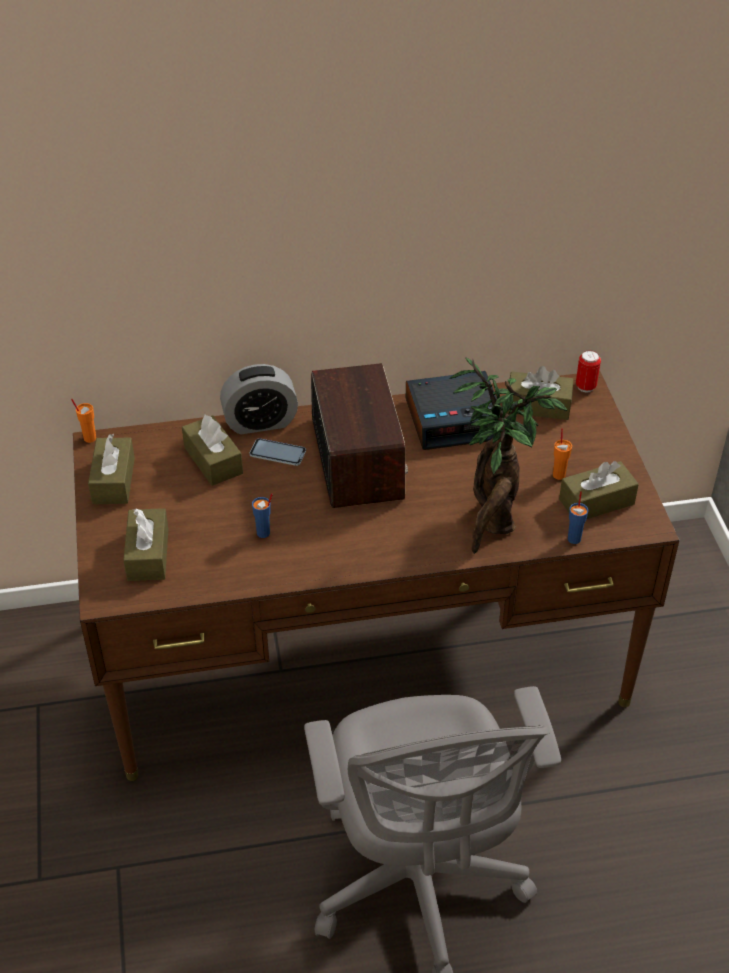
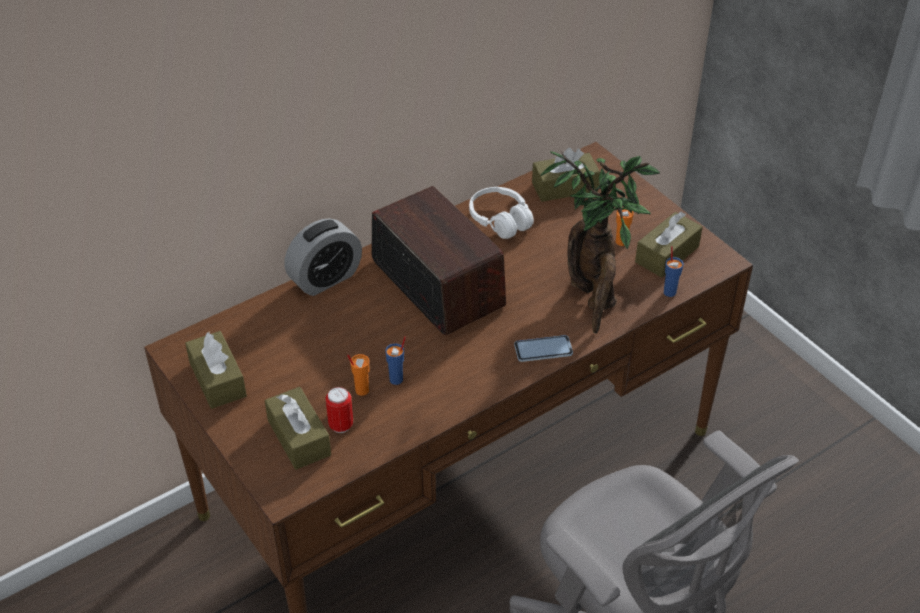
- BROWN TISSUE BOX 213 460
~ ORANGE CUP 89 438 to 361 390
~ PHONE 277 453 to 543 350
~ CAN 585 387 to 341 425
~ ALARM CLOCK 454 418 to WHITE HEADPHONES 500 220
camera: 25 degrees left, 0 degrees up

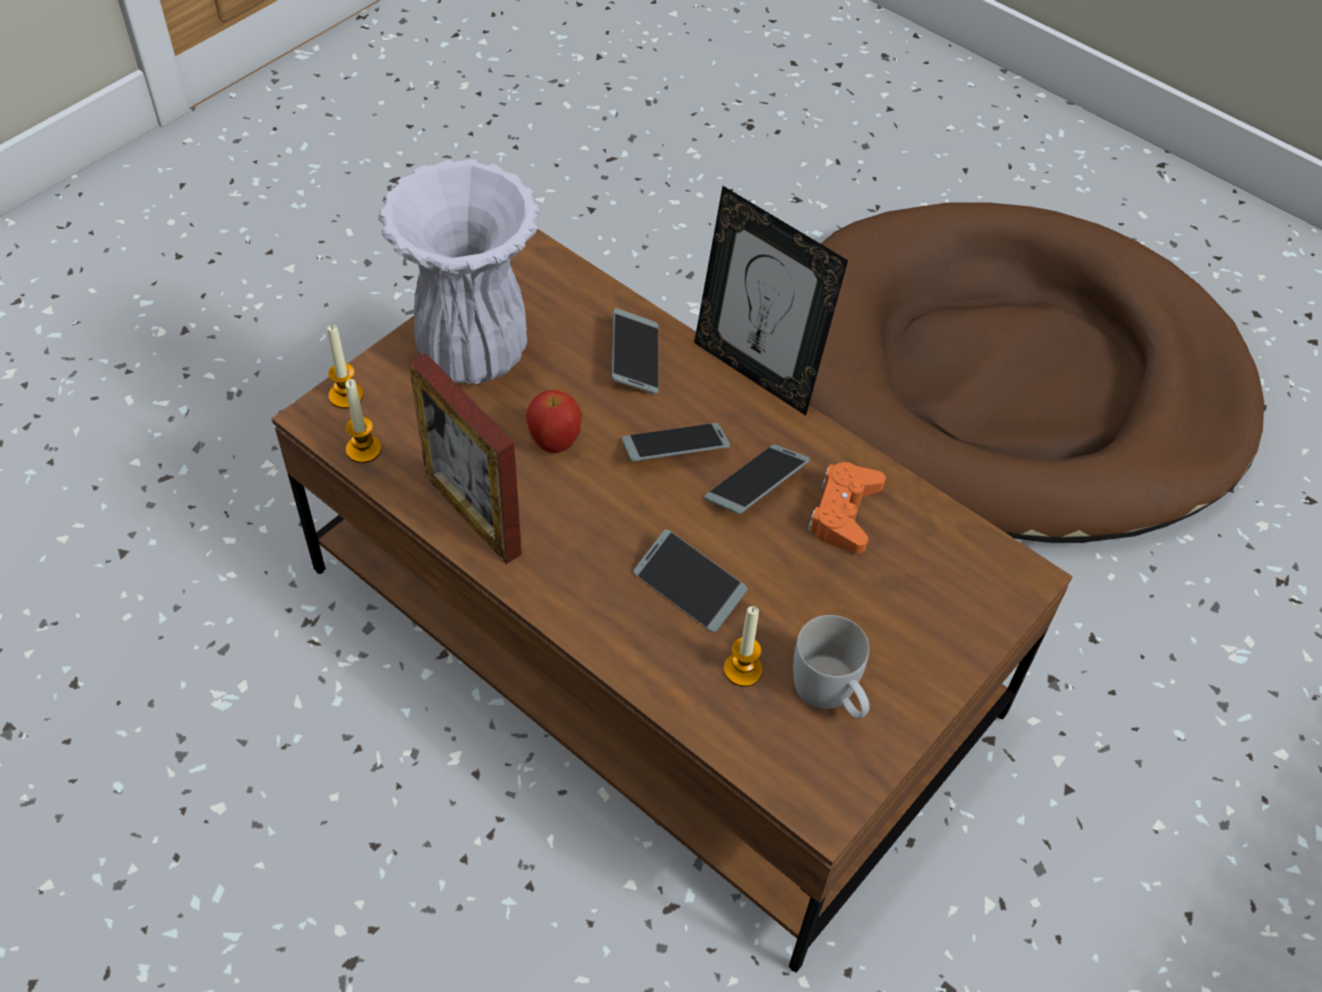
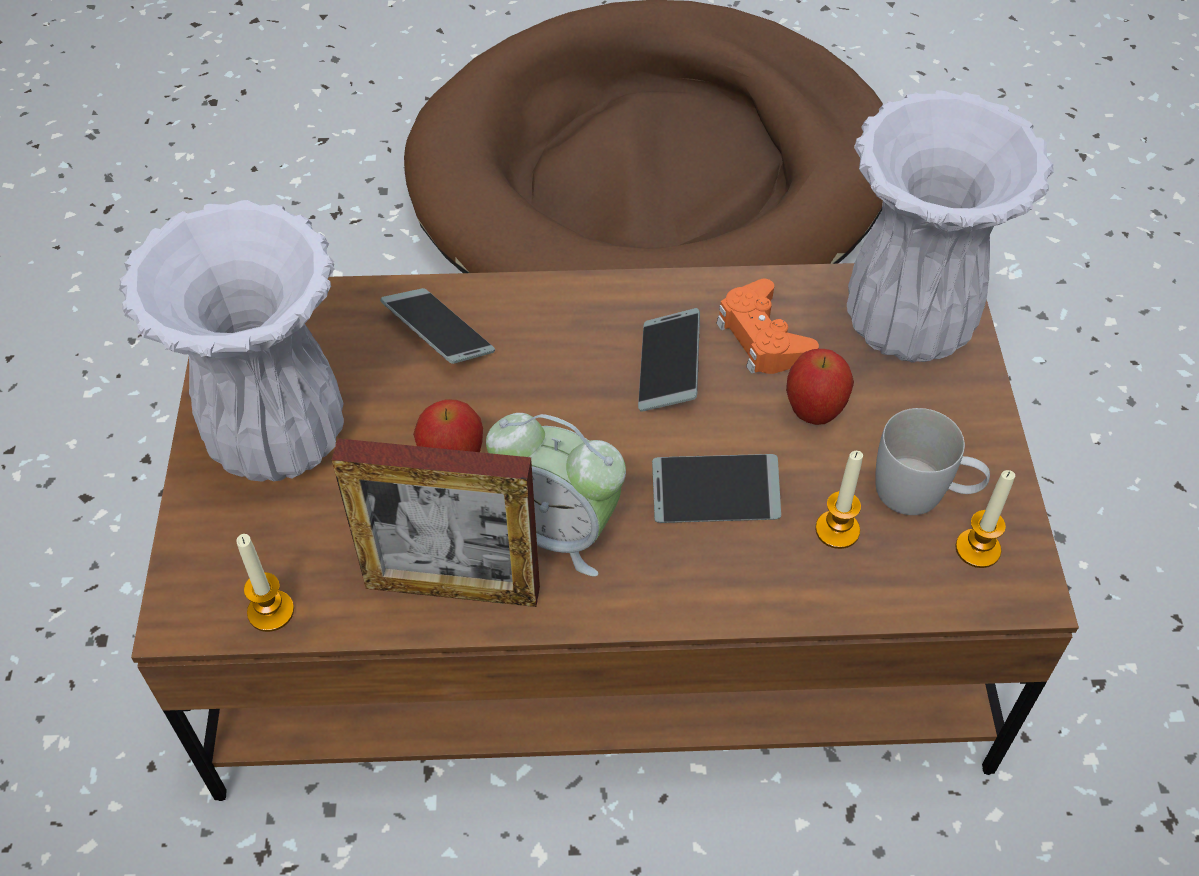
- PHONE 674 449
- PICTURE FRAME 756 372
+ ALARM CLOCK 556 531
+ APPLE 814 412
+ WHITE VASE 906 324
~ CANDLE 346 396 to 977 549
camera: 40 degrees left, 0 degrees up

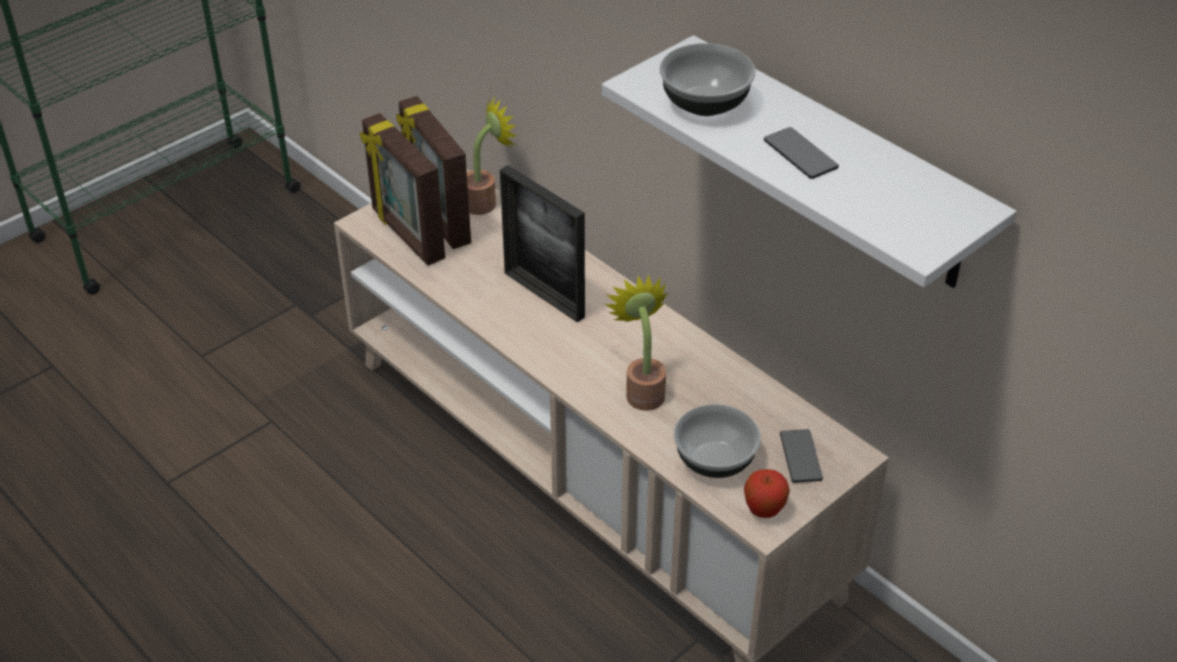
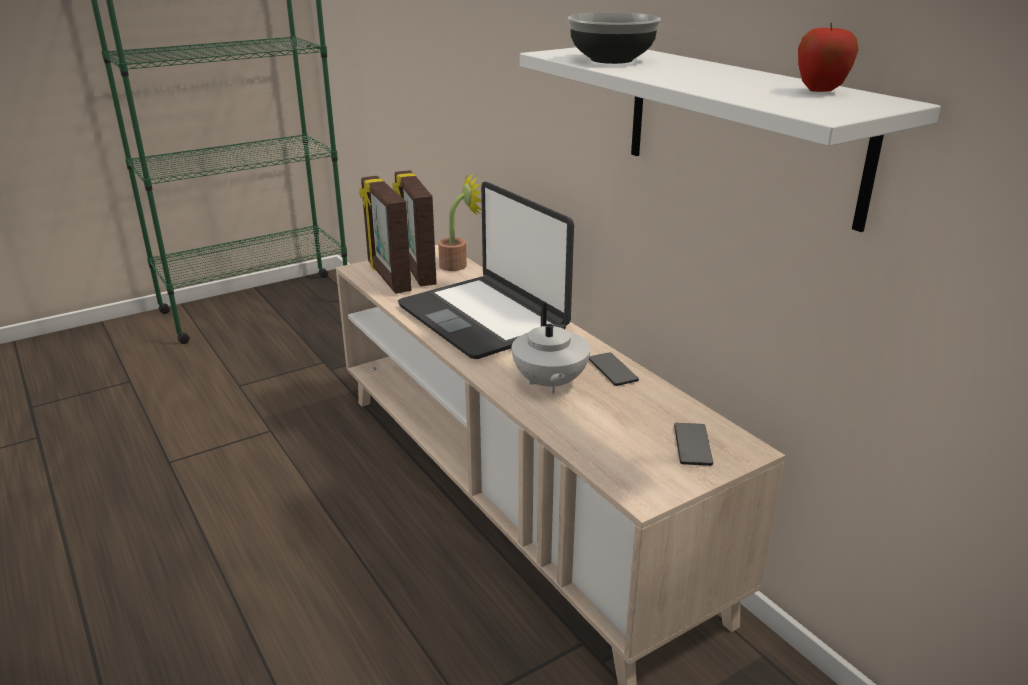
- BOWL 715 461
~ APPLE 764 511 to 820 91
~ PHONE 800 154 to 612 370
~ PICTURE FRAME 544 295 to LAPTOP 483 317
~ POTTED PLANT 642 390 to WHITE TEAPOT 549 383
camera: 10 degrees right, 15 degrees down

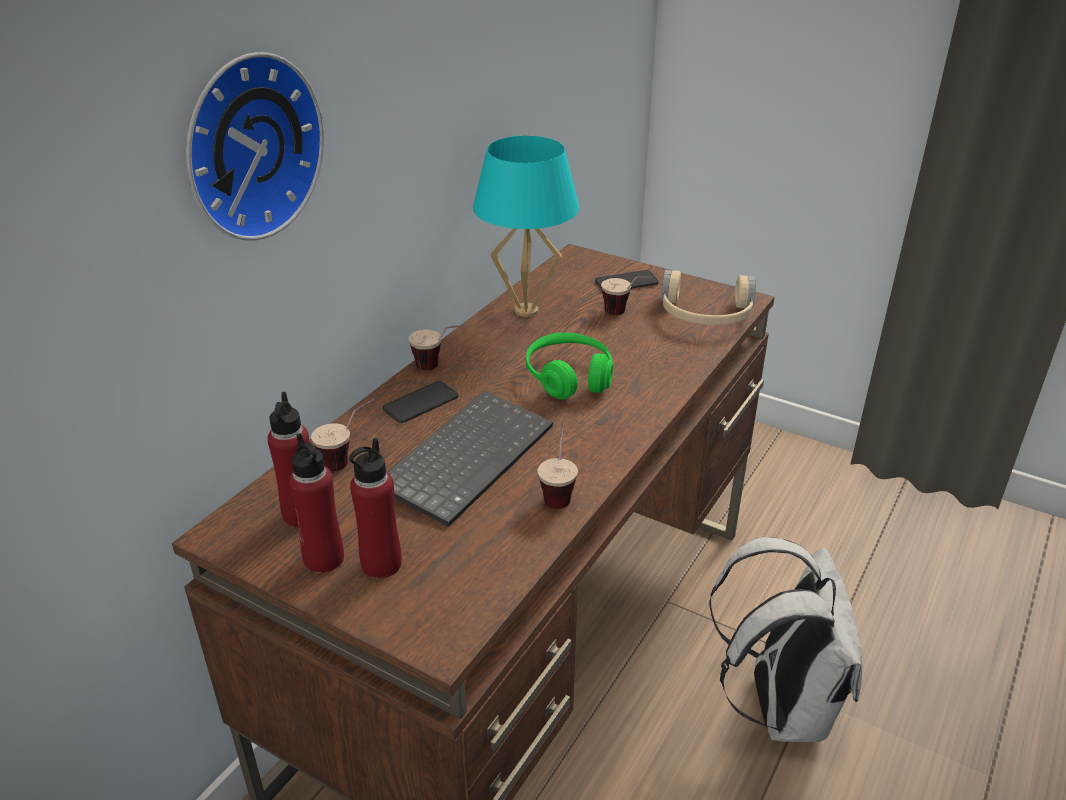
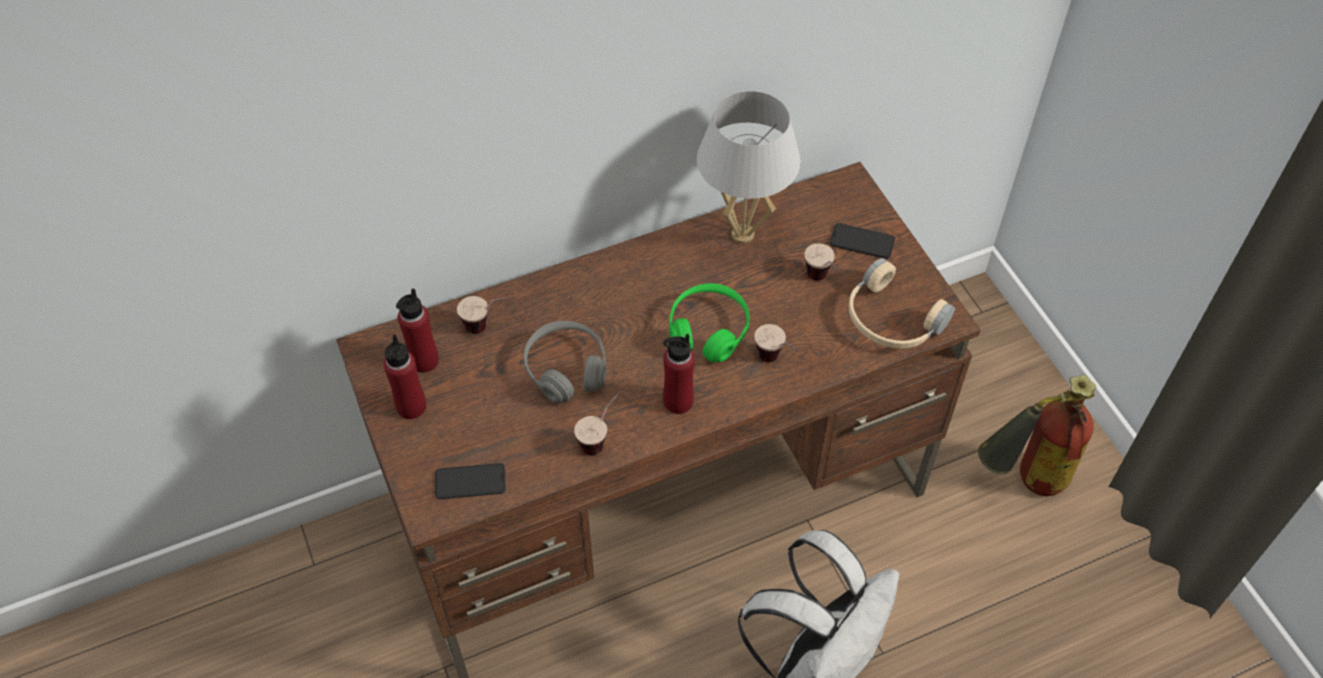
- WALL CLOCK 248 146
+ FIRE EXTINGUISHER 1022 481
~ RED BOTTLE 381 564 to 678 401
~ PHONE 420 403 to 470 482
~ CUP 439 367 to 776 362
~ KEYBOARD 466 456 to GREY HEADPHONES 566 369
~ TURQUOISE TABLE LAMP 526 310 to WHITE TABLE LAMP 743 234
camera: 35 degrees right, 20 degrees up

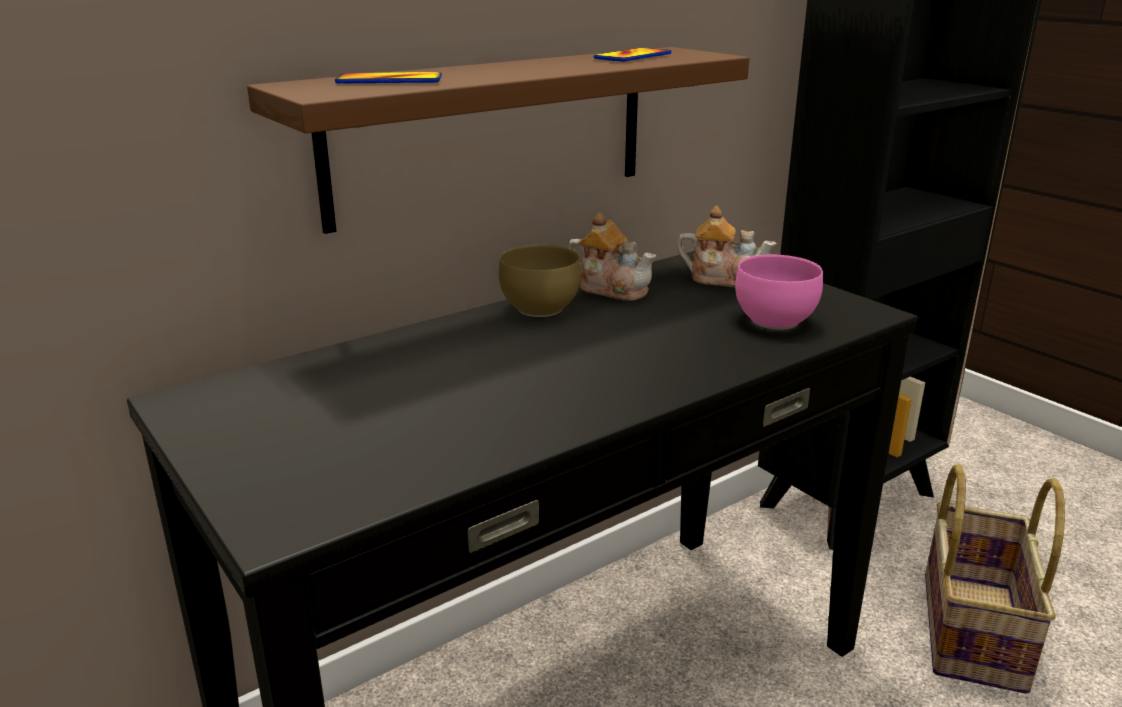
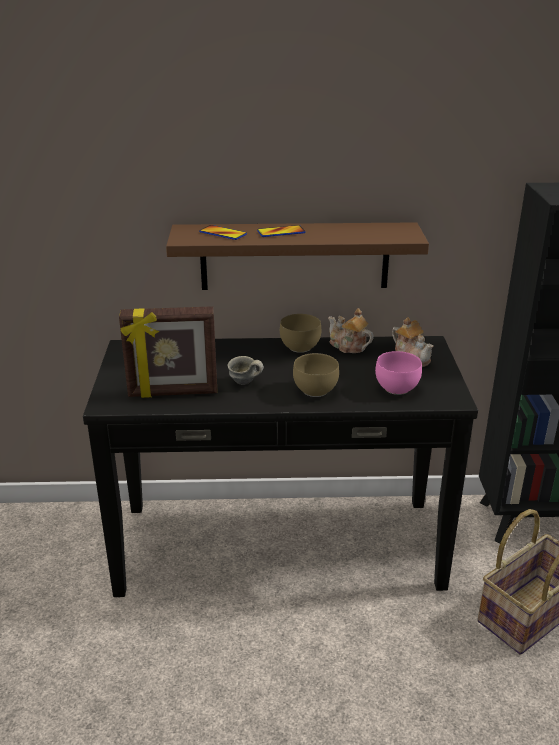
+ PICTURE FRAME 173 393
+ GREY MUG 244 384
+ BROWN BOWL 315 389
~ PHONE 633 57 to 281 232
~ TEAPOT 612 289 = 348 346 150 degrees clockwise
camera: 35 degrees right, 5 degrees up

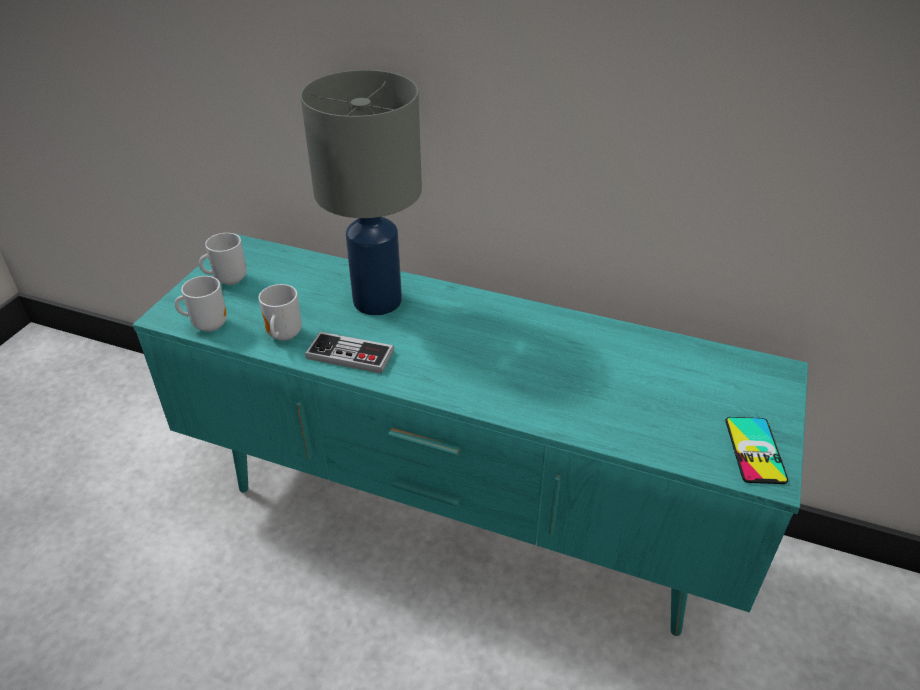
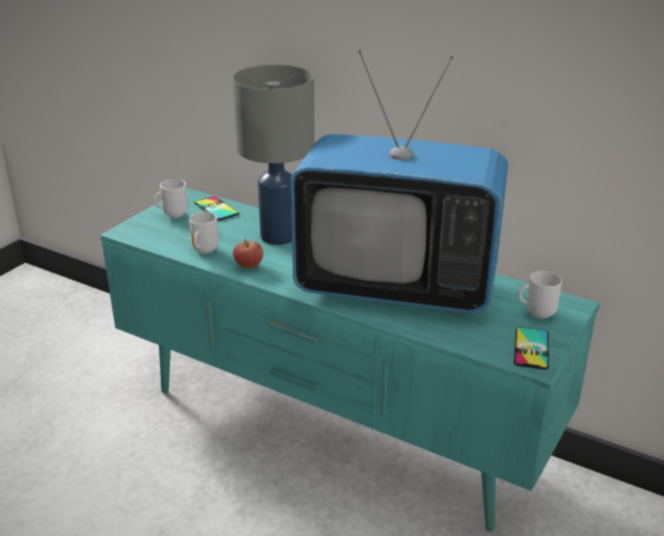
+ PHONE 216 209
+ TELEVISION 396 287
~ MUG 208 324 to 538 313
~ GAME CONTROLLER 350 355 to APPLE 249 266
camera: 10 degrees right, 10 degrees down

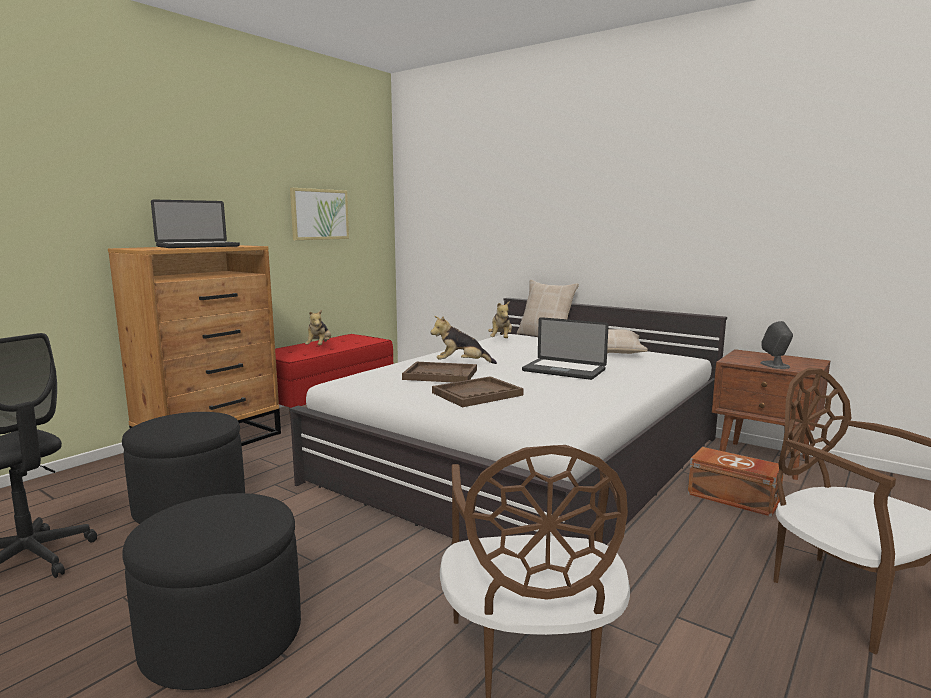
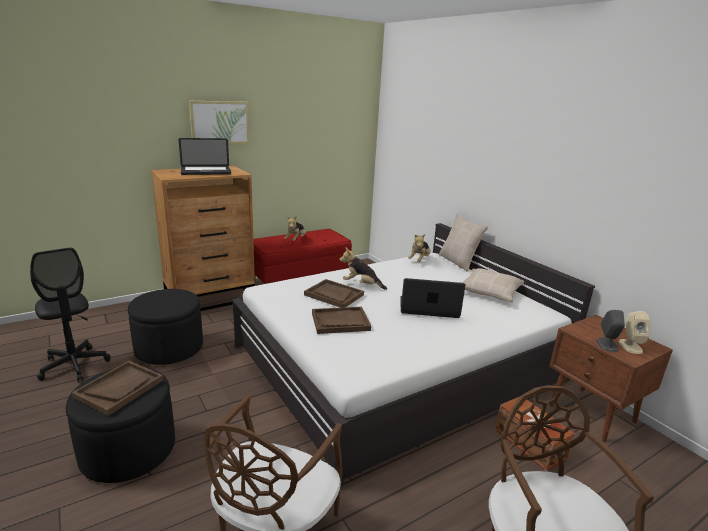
+ BROWN TRAY 119 388
+ BEIGE SPEAKER 630 346
~ PICTURE 319 214 to 220 122
~ LAPTOP 563 370 = 429 308 135 degrees clockwise
camera: 20 degrees right, 10 degrees up

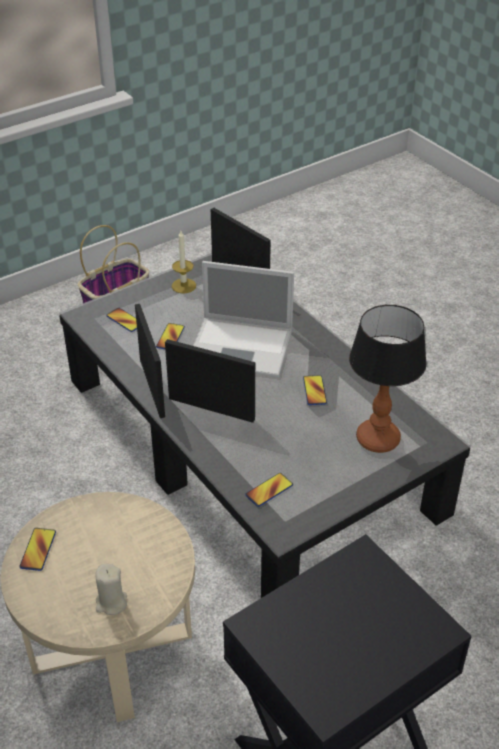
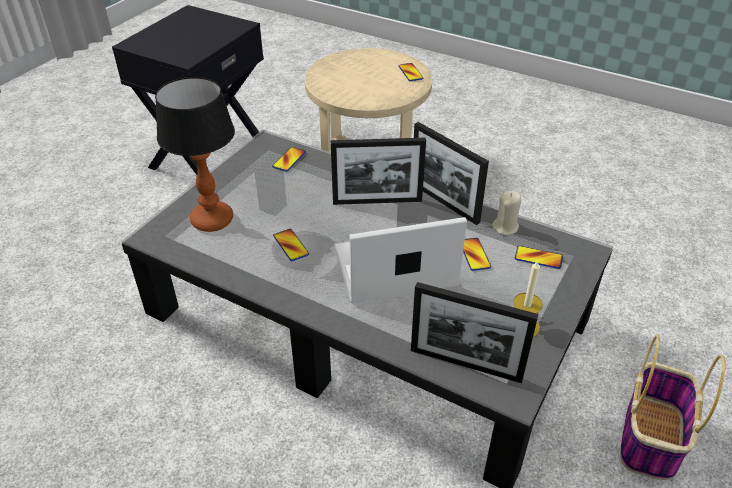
~ BEIGE CANDLE 111 603 to 505 227
camera: 155 degrees right, 0 degrees up

